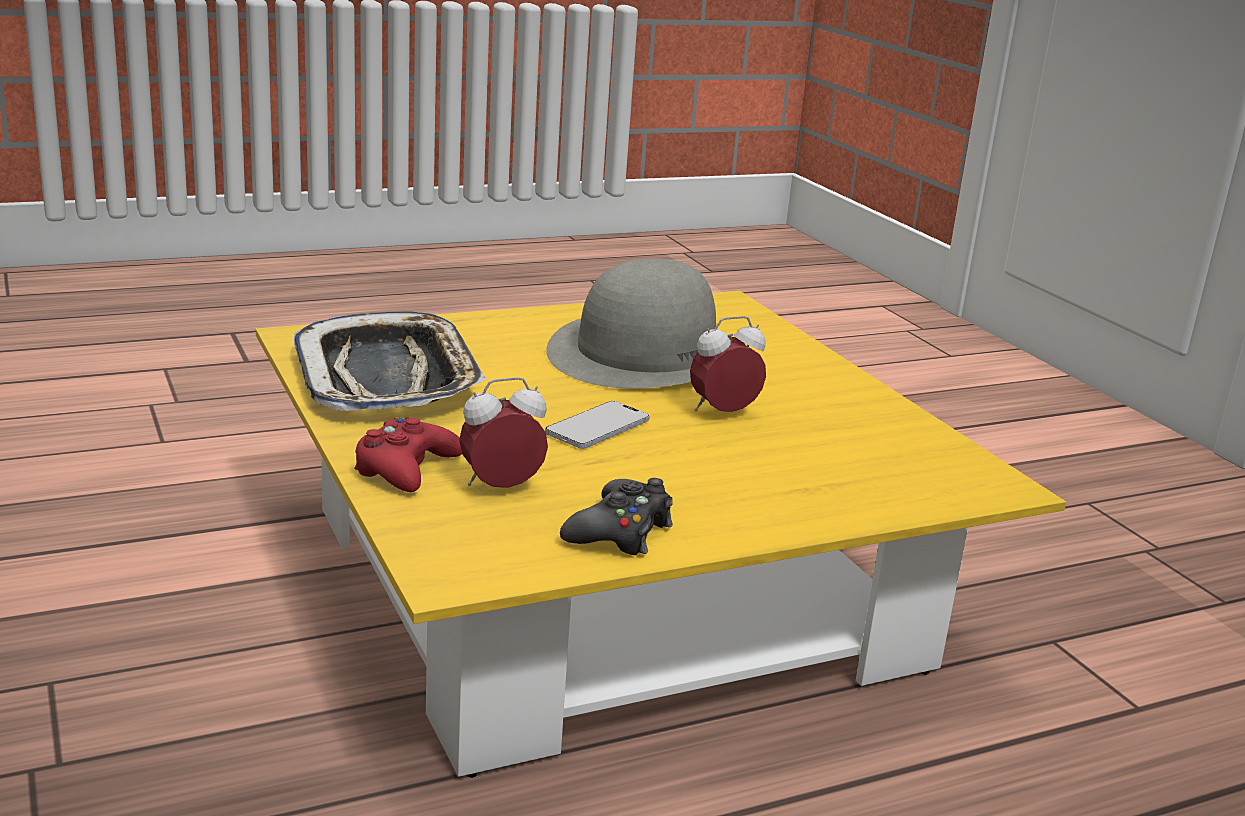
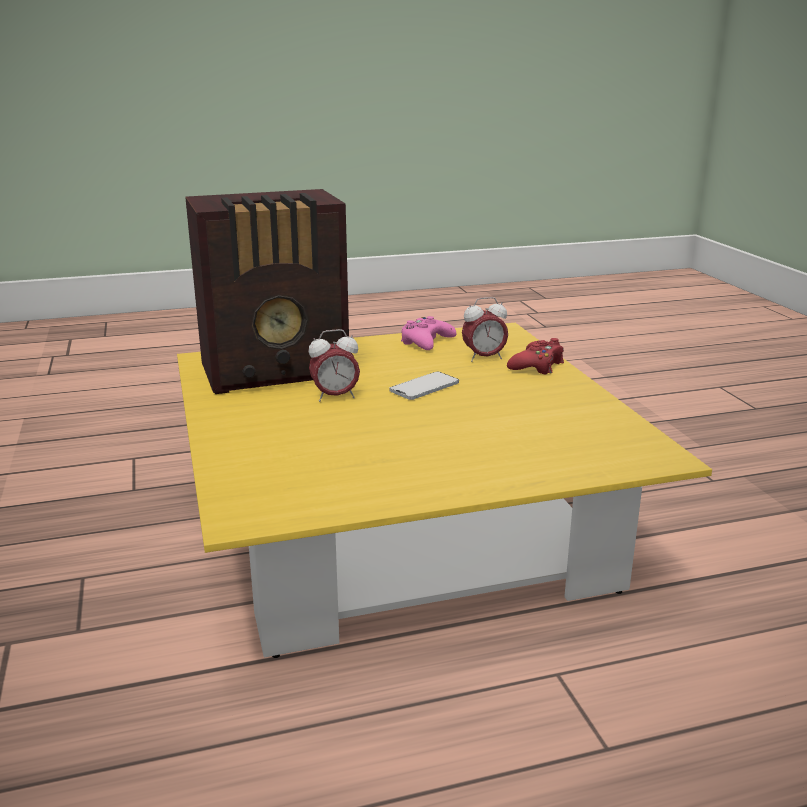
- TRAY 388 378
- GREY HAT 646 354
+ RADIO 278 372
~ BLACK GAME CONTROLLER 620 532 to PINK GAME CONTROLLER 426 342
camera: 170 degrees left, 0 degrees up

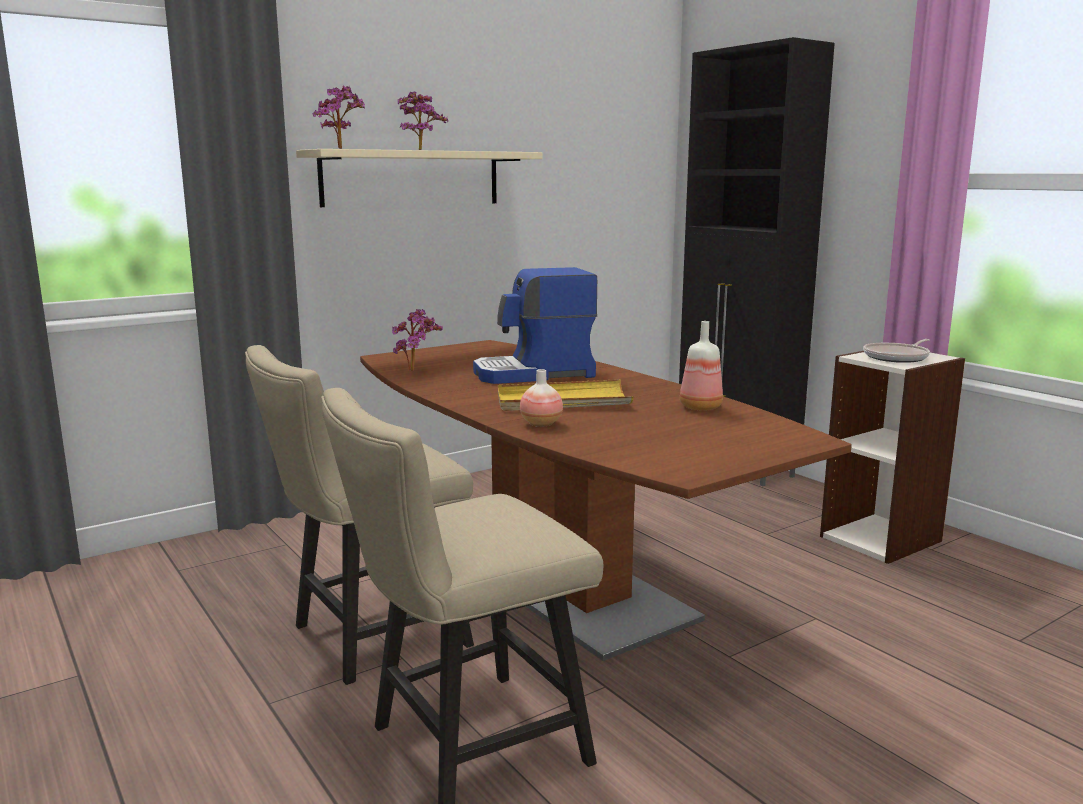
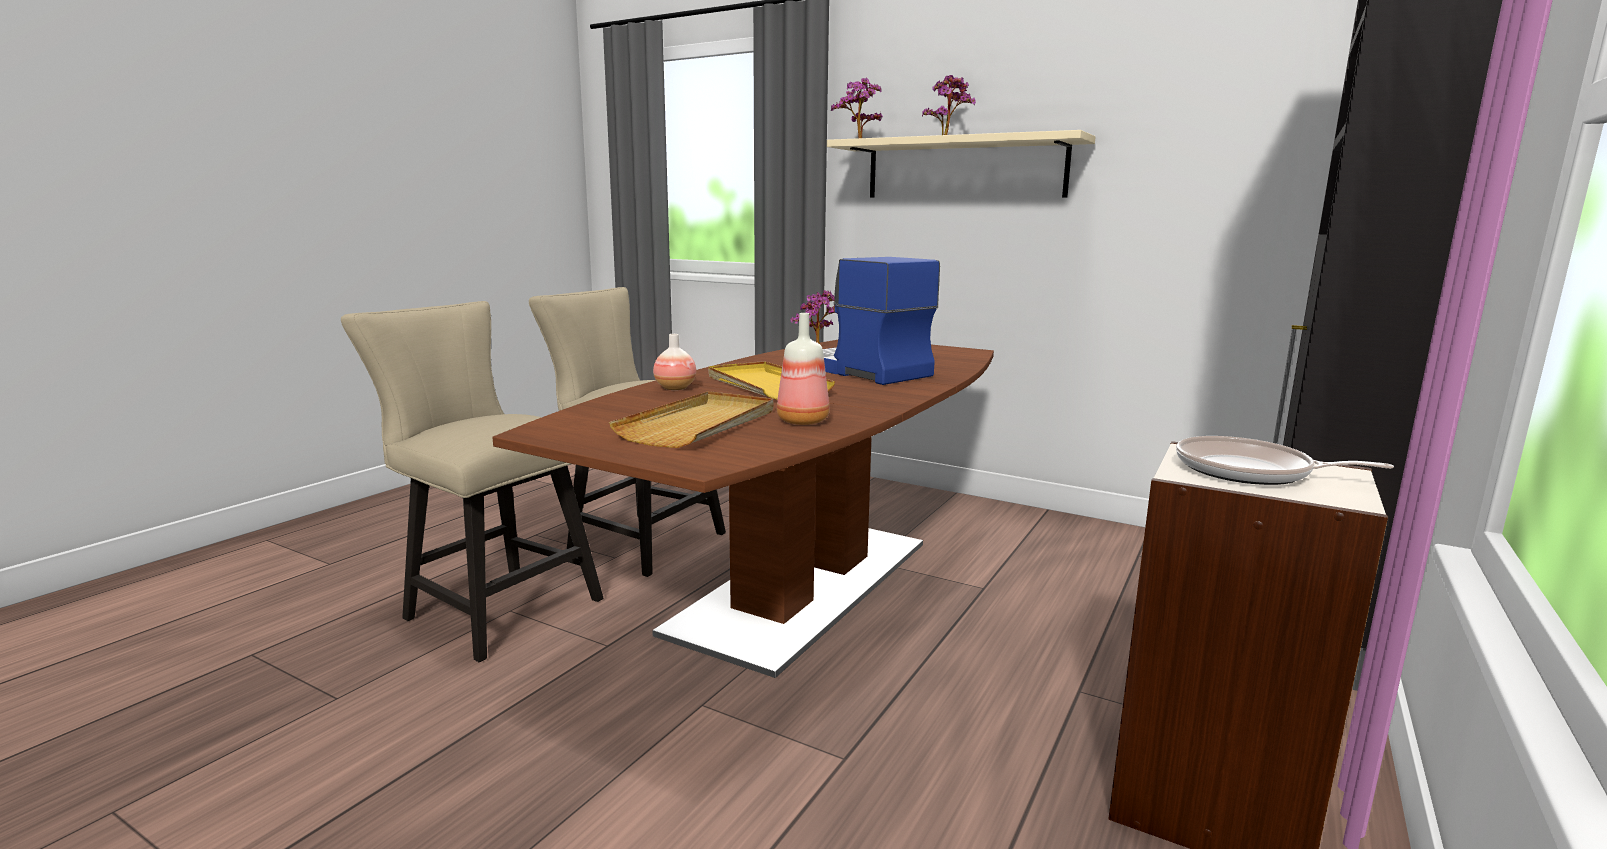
+ BEIGE TRAY 700 424
camera: 65 degrees right, 0 degrees up

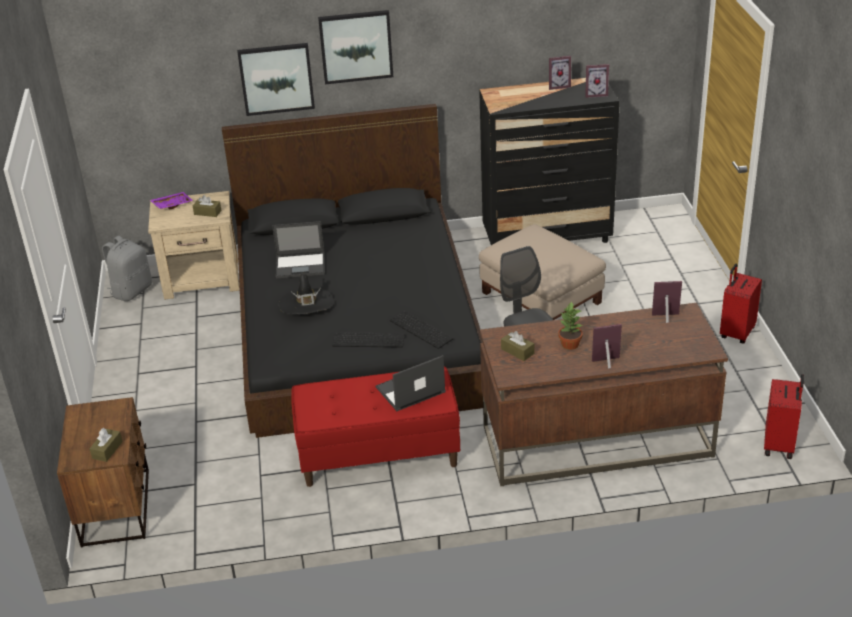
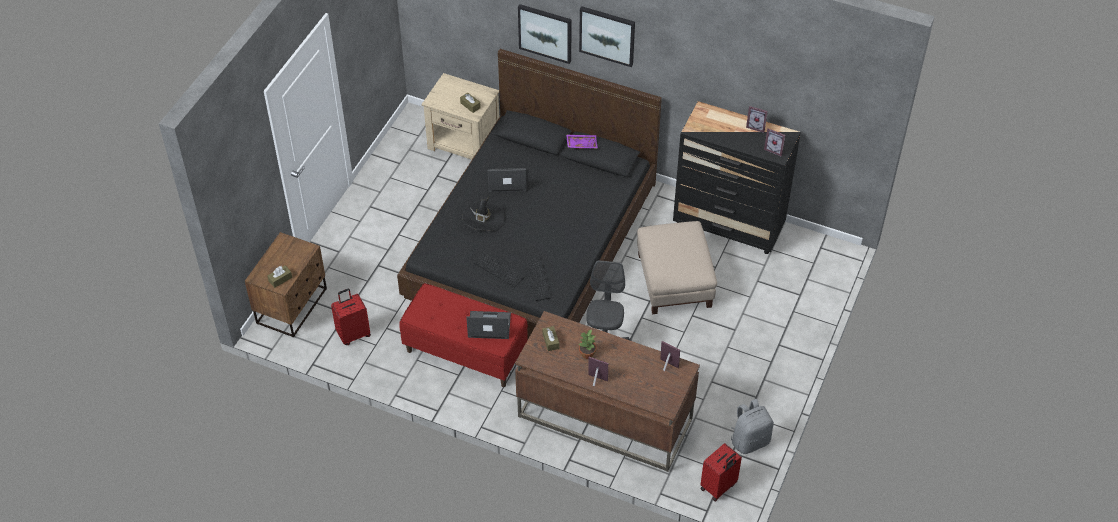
~ GREY BACKPACK 131 291 to 750 440
~ PURPLE TRAY 172 205 to 581 144
~ RED SUITCASE 736 333 to 353 334
~ LAPTOP 301 265 = 506 180 150 degrees clockwise
camera: 30 degrees right, 15 degrees up

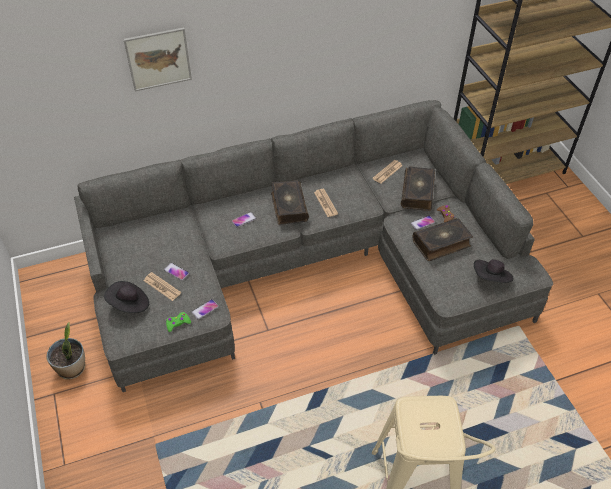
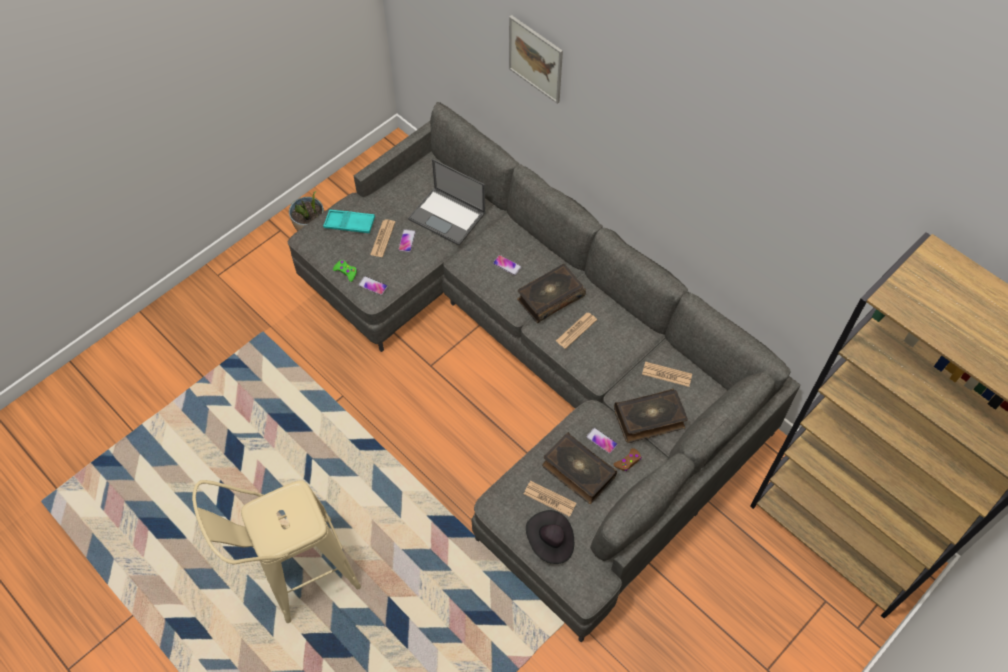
+ LAPTOP 448 216
+ NEWSPAPER 549 499
~ BLACK HAT 129 304 to TURQUOISE TRAY 349 224
camera: 65 degrees right, 10 degrees up

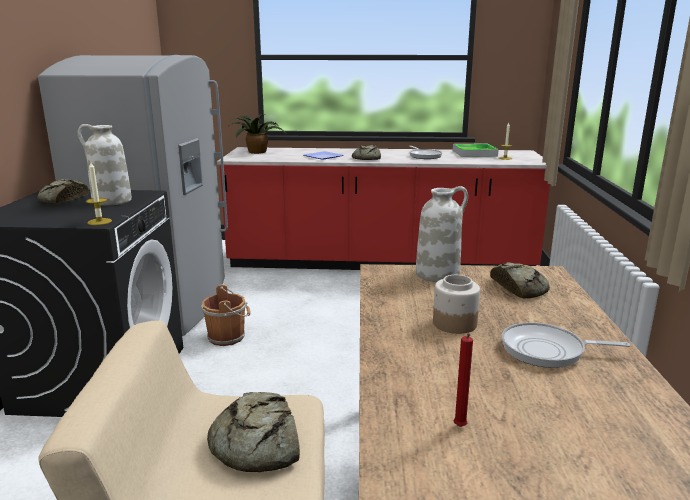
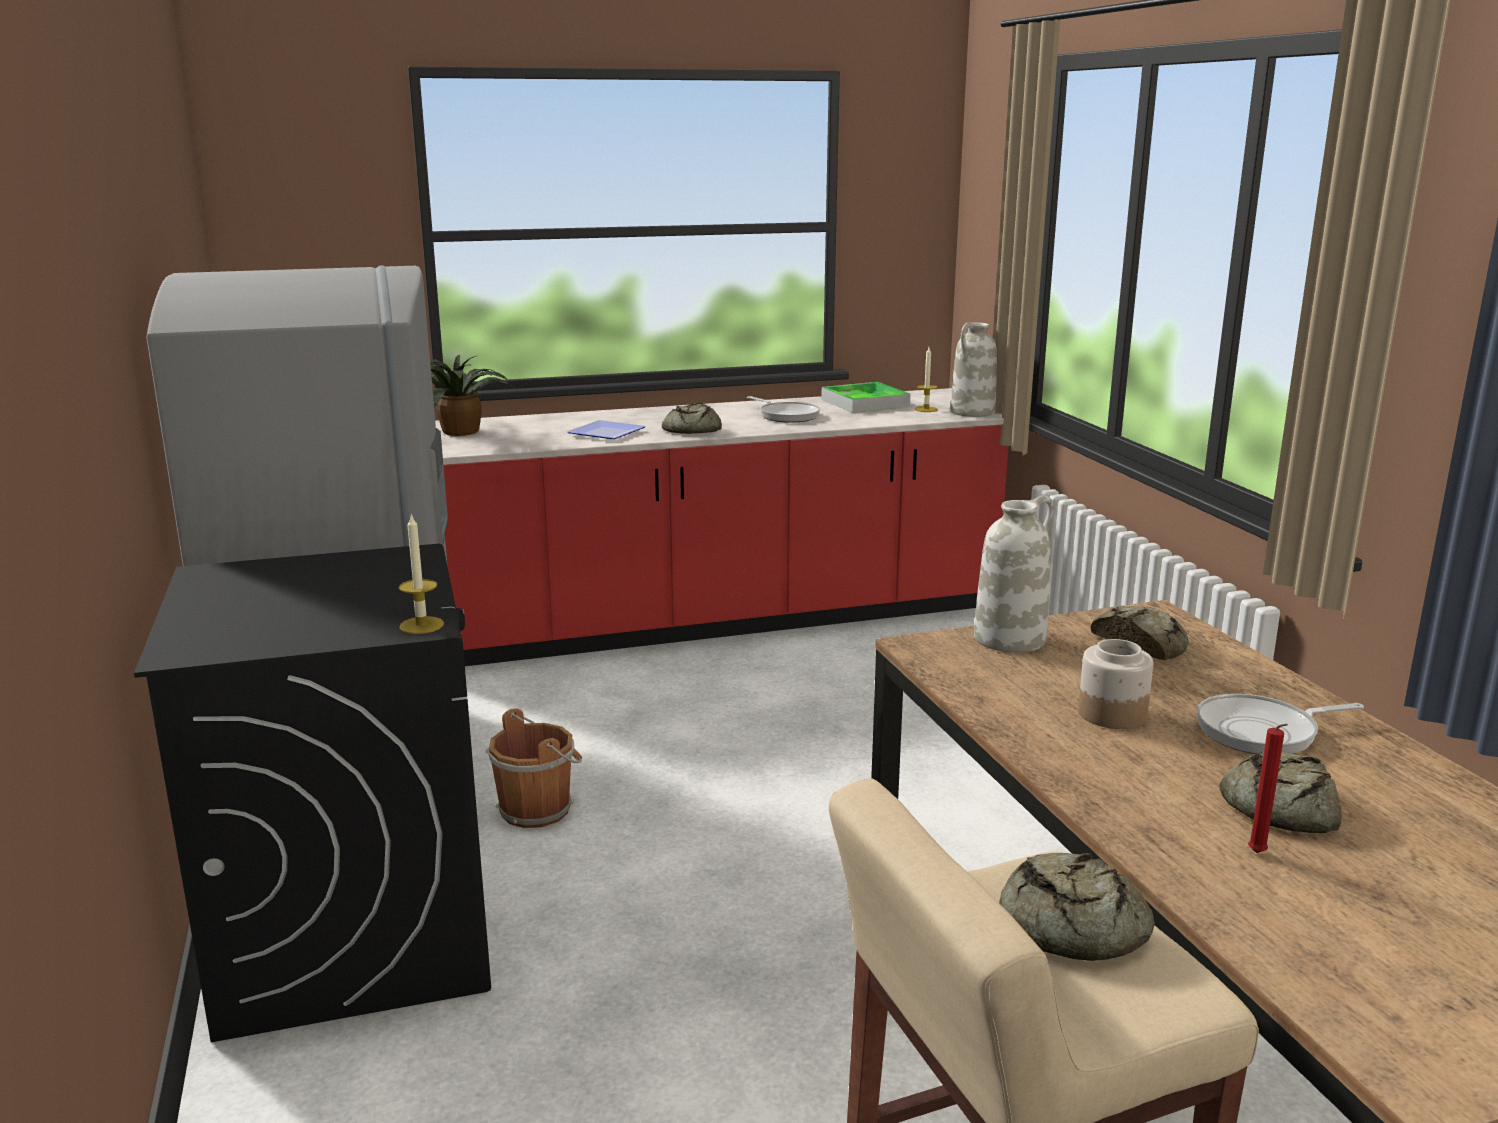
~ BREAD 62 199 to 1278 806
~ WHITE VASE 111 201 to 972 412
camera: 20 degrees left, 0 degrees up

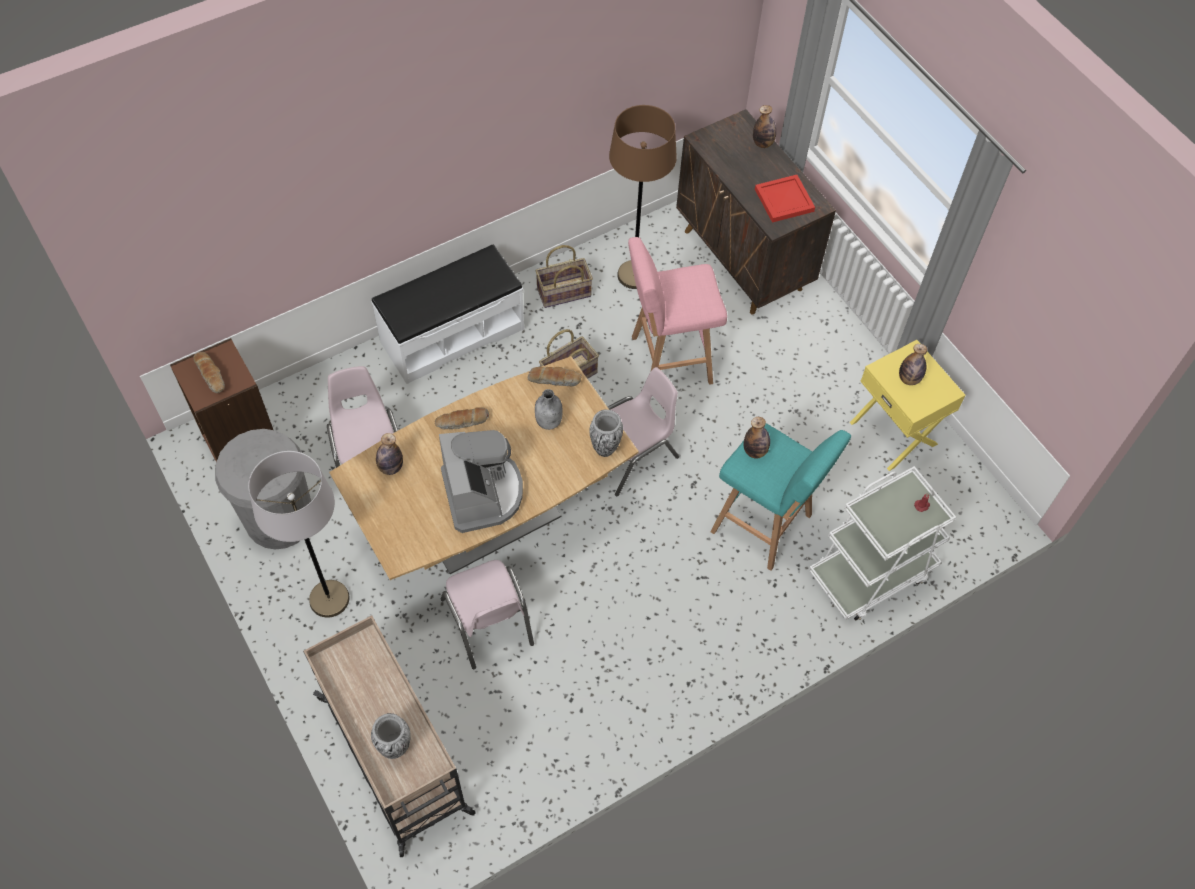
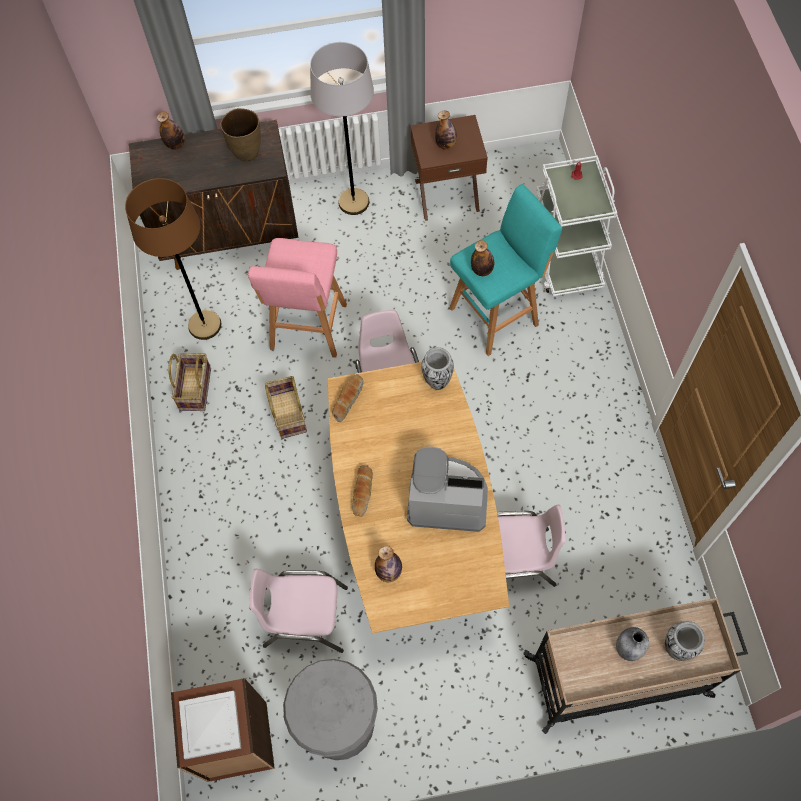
- WHITE BENCH 452 335
~ GREY FLOOR LAMP 329 599 to 354 202
~ GREY BOTTLE 549 421 to 628 647
~ BREAD 211 375 to WHITE TRAY 211 724
~ RED TRAY 783 200 to BROWN VASE 246 152
~ YELLOW NIGHTSTAND 894 432 to BROWN NIGHTSTAND 446 194
camera: 65 degrees left, 5 degrees up

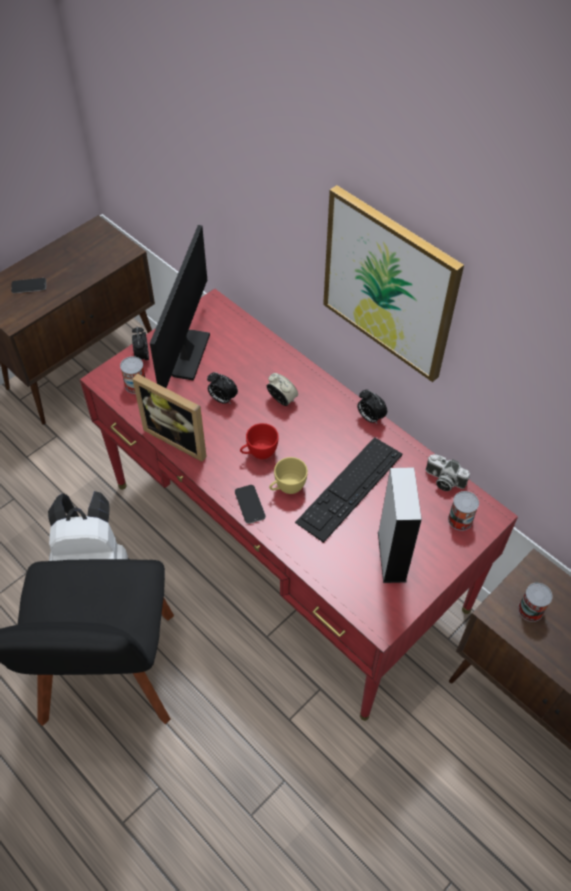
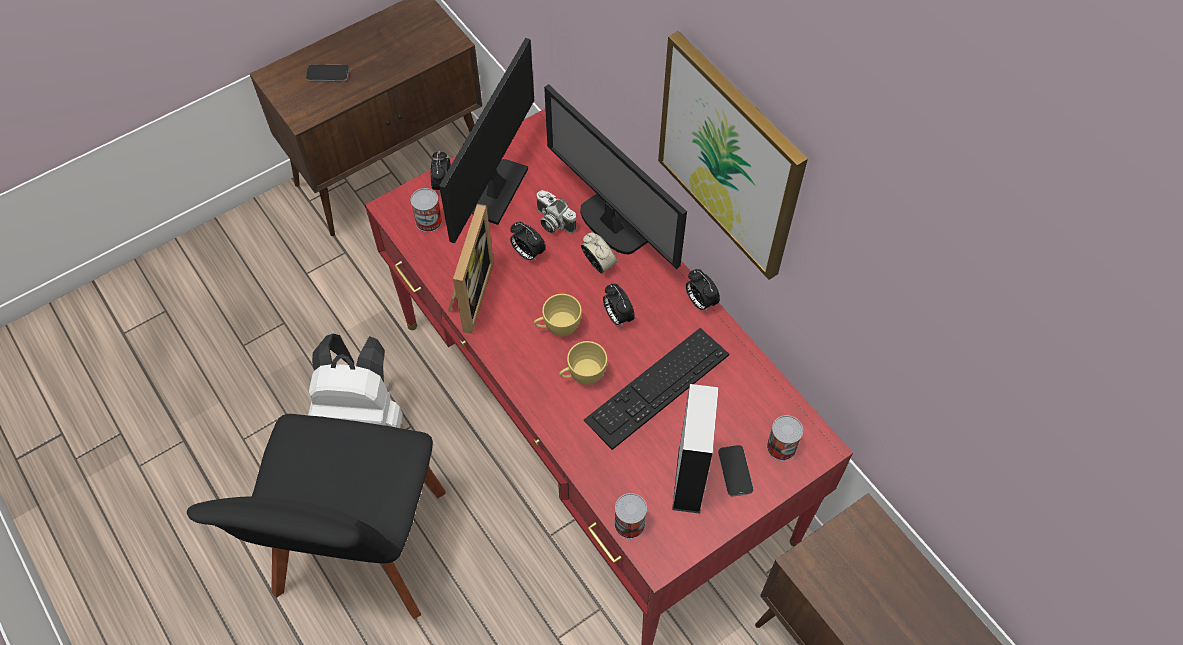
+ MONITOR 611 226
+ ALARM CLOCK 617 316
~ PHONE 250 504 to 735 471
~ PHOTO CAMERA 443 480 to 552 221
~ CAN 530 610 to 629 524
~ RED CUP 258 453 to YELLOW CUP 557 328
~ PICTURE FRAME 179 437 = 468 294 120 degrees counterclockwise
camera: 10 degrees right, 5 degrees up

